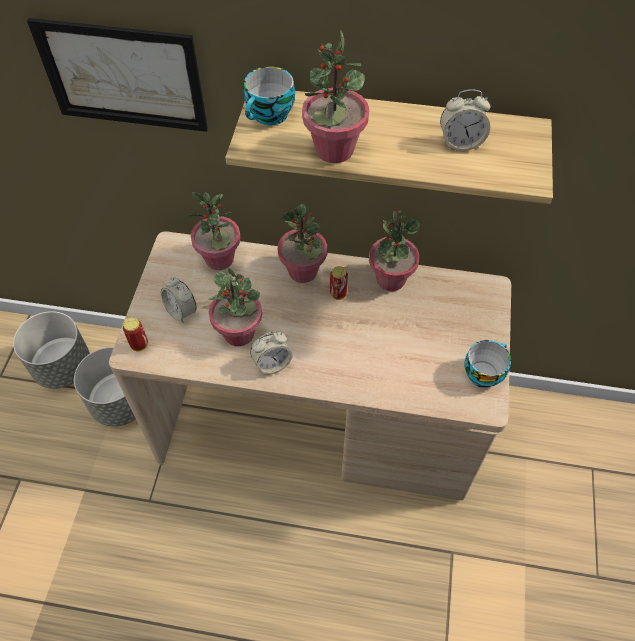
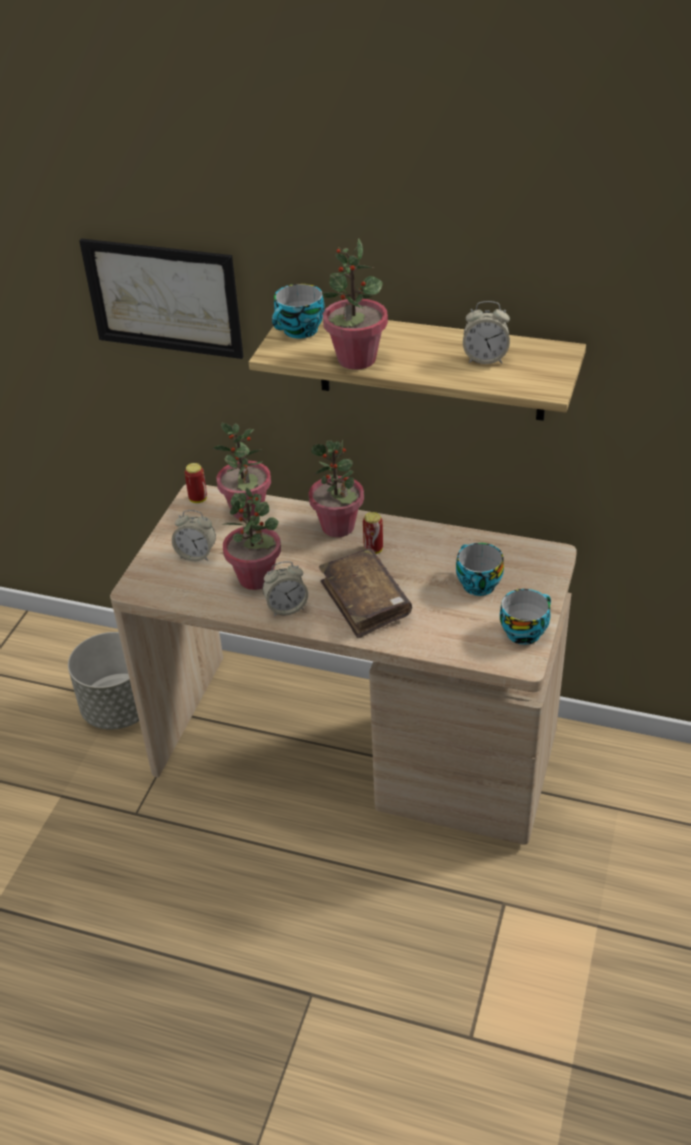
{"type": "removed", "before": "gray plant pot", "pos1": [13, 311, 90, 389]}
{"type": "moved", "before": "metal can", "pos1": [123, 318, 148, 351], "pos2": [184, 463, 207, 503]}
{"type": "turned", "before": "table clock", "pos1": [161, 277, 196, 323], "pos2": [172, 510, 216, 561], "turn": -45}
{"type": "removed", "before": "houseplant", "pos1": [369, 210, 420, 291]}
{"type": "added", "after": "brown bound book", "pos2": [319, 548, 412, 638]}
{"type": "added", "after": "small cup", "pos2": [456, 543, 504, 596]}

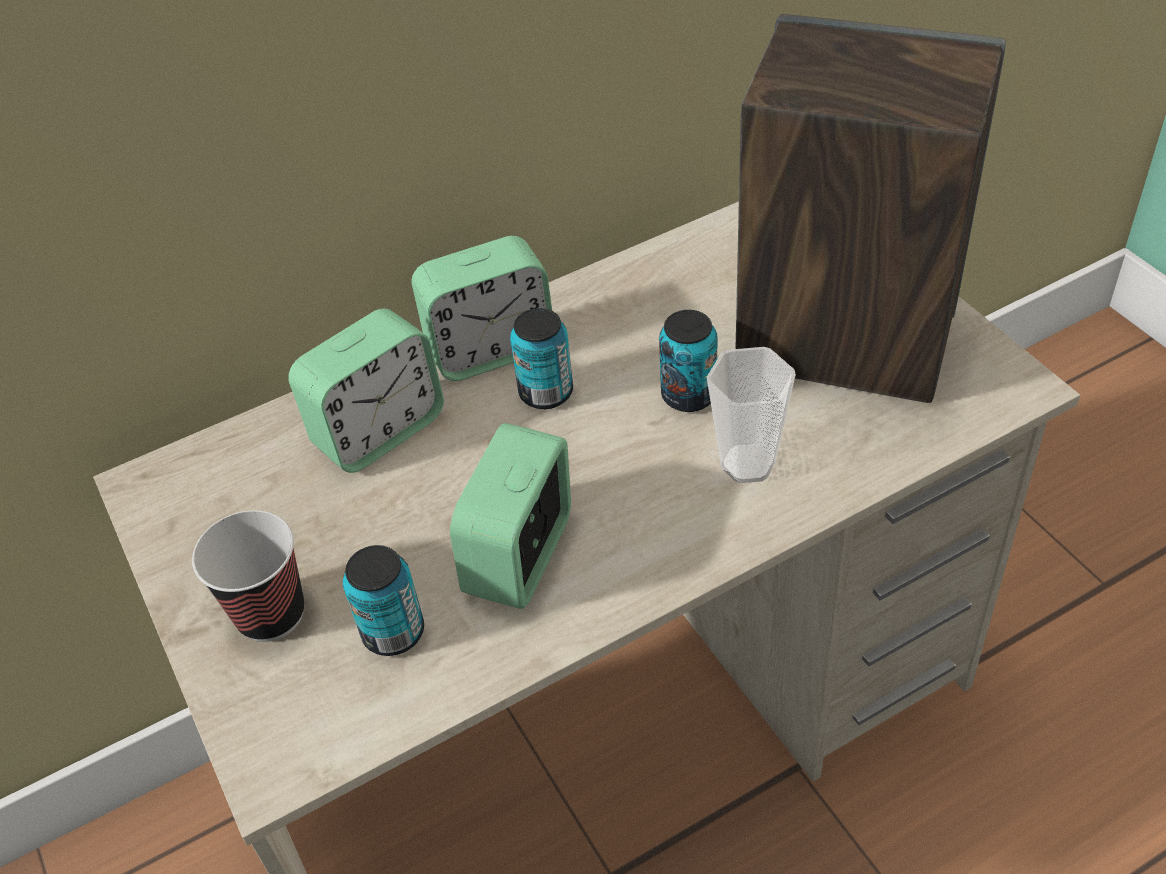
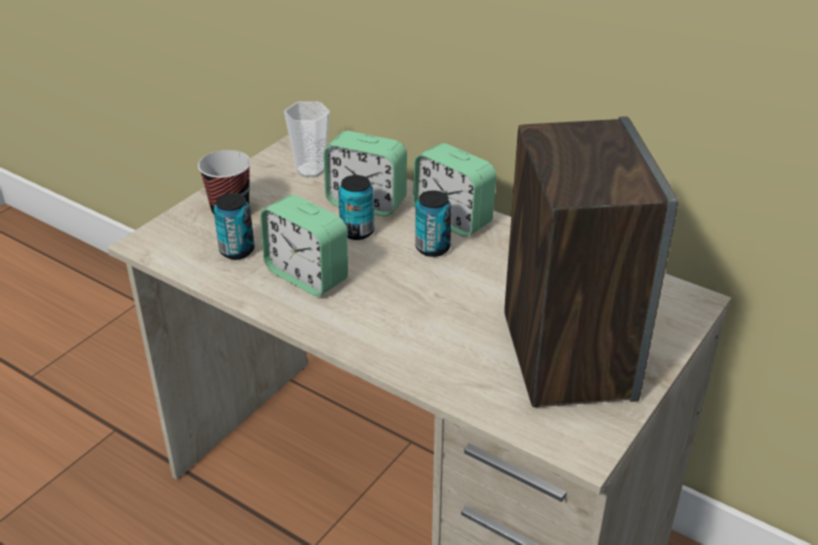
{"type": "turned", "before": "table clock", "pos1": [450, 423, 571, 609], "pos2": [260, 195, 348, 296], "turn": -135}
{"type": "moved", "before": "metal can", "pos1": [659, 310, 717, 412], "pos2": [338, 175, 374, 240]}
{"type": "moved", "before": "small cup", "pos1": [707, 347, 796, 483], "pos2": [284, 101, 330, 177]}

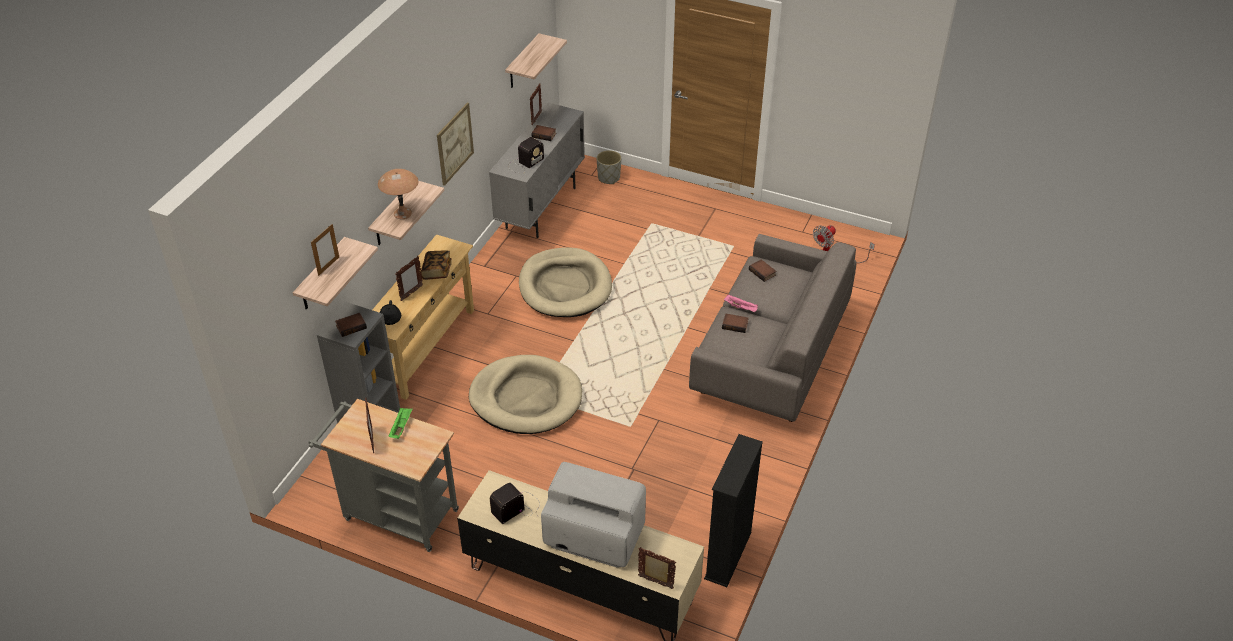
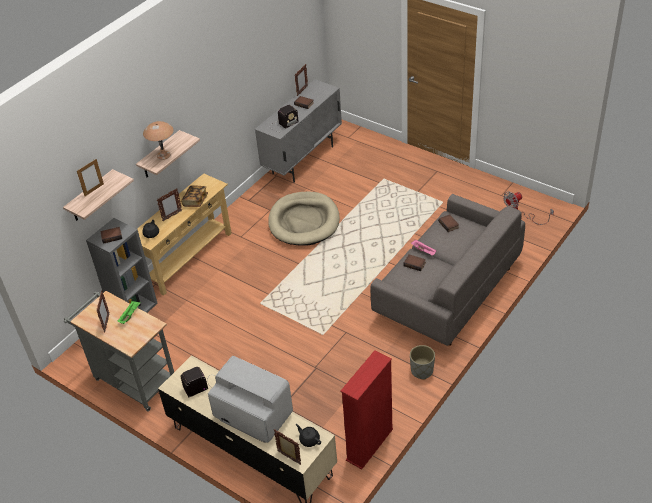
{"type": "removed", "before": "picture", "pos1": [437, 102, 474, 186]}
{"type": "removed", "before": "beige pet bed", "pos1": [469, 355, 582, 434]}
{"type": "removed", "before": "shelf", "pos1": [505, 33, 567, 88]}
{"type": "moved", "before": "gray plant pot", "pos1": [596, 150, 621, 184], "pos2": [410, 345, 435, 379]}
{"type": "recoloured", "before": "black-coloured bookcase", "after": "red-coloured bookcase", "pos1": [704, 434, 763, 587], "pos2": [340, 350, 393, 469]}
{"type": "added", "after": "black-coloured tea pot", "pos2": [296, 424, 321, 447]}

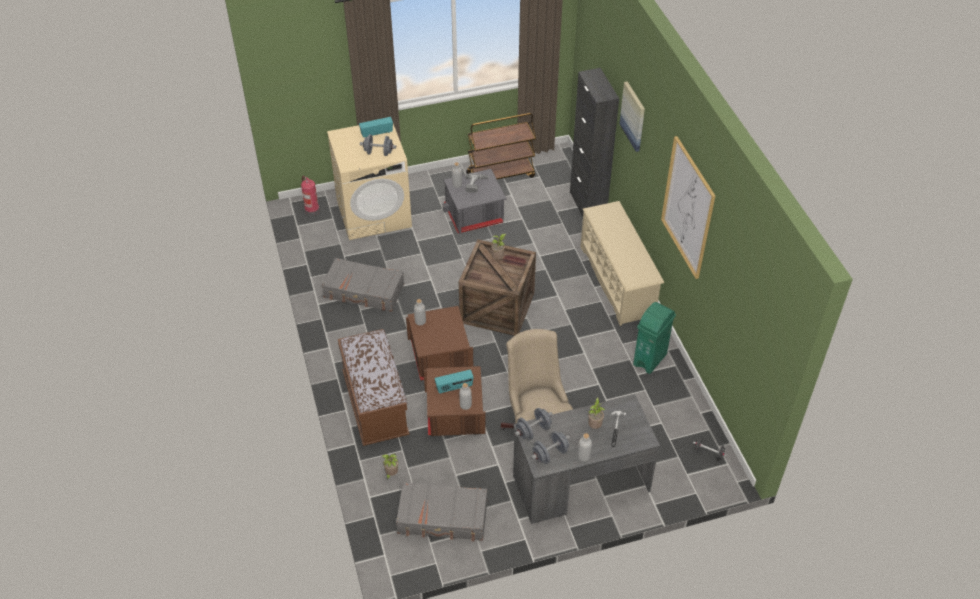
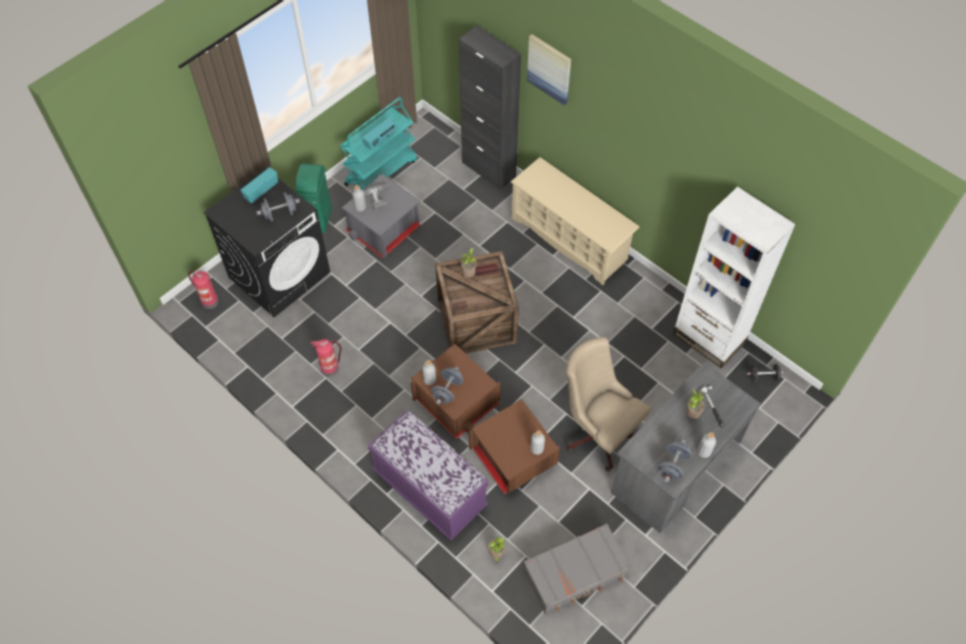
{"type": "replaced", "before": "gray suitcase", "after": "fire extinguisher", "pos1": [321, 258, 404, 312], "pos2": [311, 339, 342, 377]}
{"type": "recoloured", "before": "beige laundry machine", "after": "black-coloured laundry machine", "pos1": [327, 124, 412, 240], "pos2": [204, 168, 330, 317]}
{"type": "recoloured", "before": "brown indoor bench", "after": "purplish indoor bench", "pos1": [338, 329, 410, 446], "pos2": [368, 410, 488, 541]}
{"type": "moved", "before": "radio set", "pos1": [435, 369, 474, 393], "pos2": [362, 118, 395, 150]}
{"type": "recoloured", "before": "brown wheeled cart", "after": "turquoise-coloured wheeled cart", "pos1": [466, 113, 536, 179], "pos2": [340, 97, 417, 190]}
{"type": "moved", "before": "gray free weight", "pos1": [515, 408, 553, 440], "pos2": [431, 367, 464, 405]}
{"type": "moved", "before": "greenish trash can", "pos1": [633, 302, 676, 374], "pos2": [296, 163, 332, 233]}
{"type": "removed", "before": "picture", "pos1": [661, 136, 715, 279]}
{"type": "added", "after": "whitish bookcase", "pos2": [673, 186, 796, 369]}

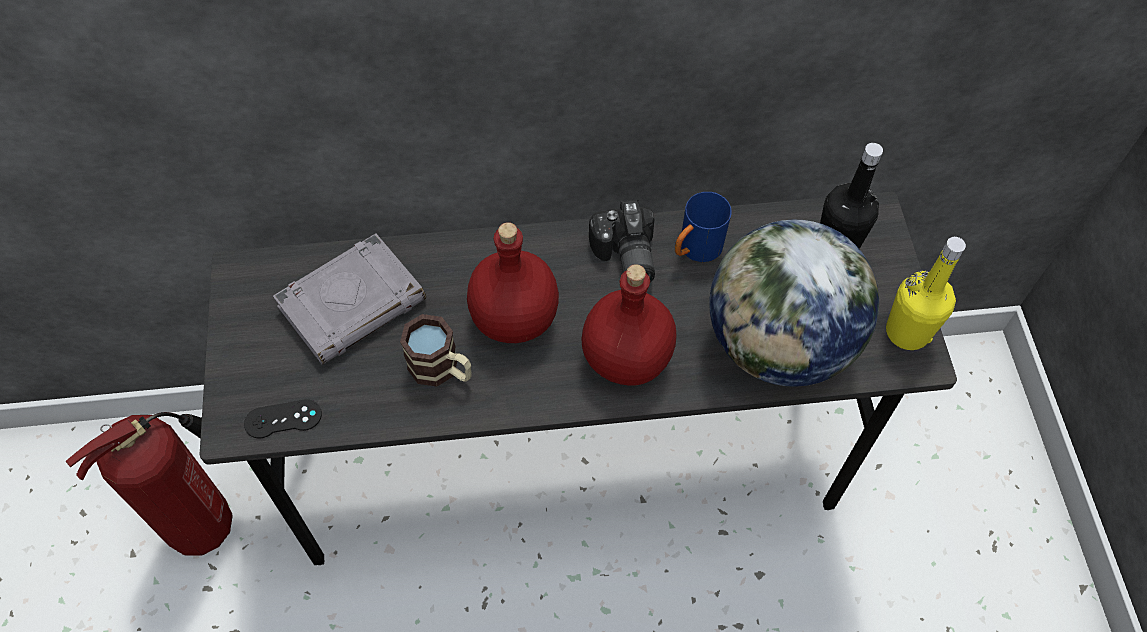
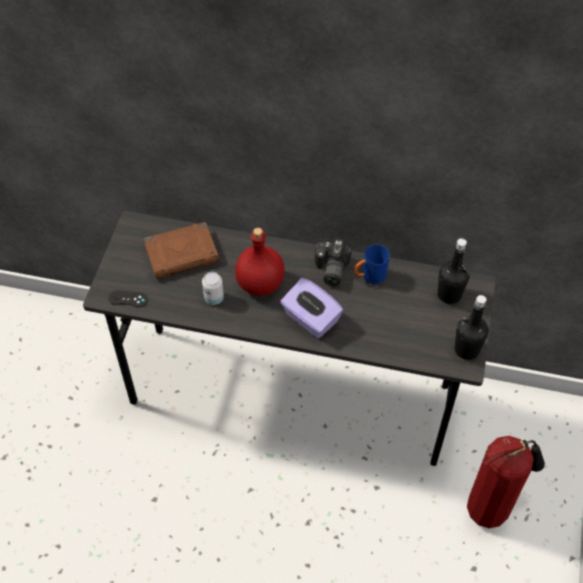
{"type": "moved", "before": "fire extinguisher", "pos1": [65, 412, 233, 555], "pos2": [467, 436, 545, 528]}
{"type": "recoloured", "before": "gray bound book", "after": "brown bound book", "pos1": [273, 233, 426, 365], "pos2": [144, 222, 219, 279]}
{"type": "replaced", "before": "mug", "after": "metal can", "pos1": [400, 314, 472, 387], "pos2": [202, 272, 224, 305]}
{"type": "replaced", "before": "red-coloured drink bottle", "after": "purplish tissue box", "pos1": [581, 264, 676, 386], "pos2": [280, 278, 343, 338]}
{"type": "removed", "before": "desk globe", "pos1": [709, 219, 879, 387]}
{"type": "recoloured", "before": "yellowish drink bottle", "after": "black-coloured drink bottle", "pos1": [886, 237, 966, 350], "pos2": [455, 295, 489, 360]}

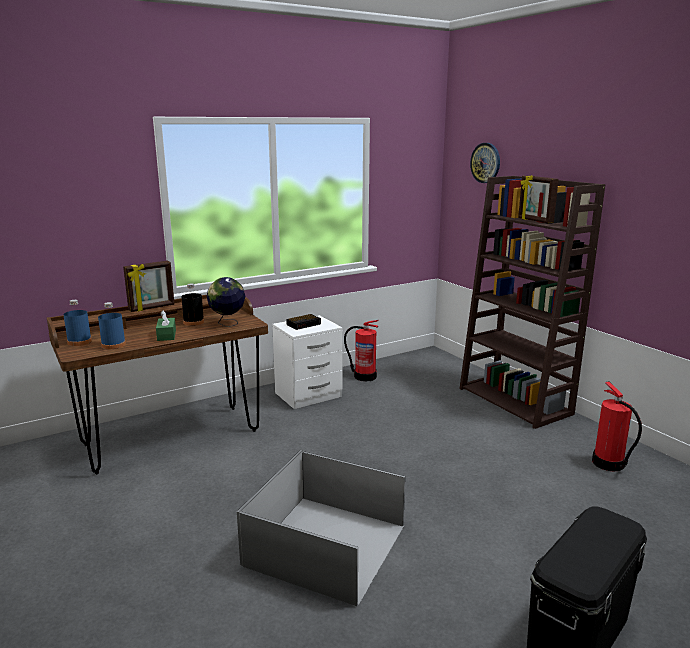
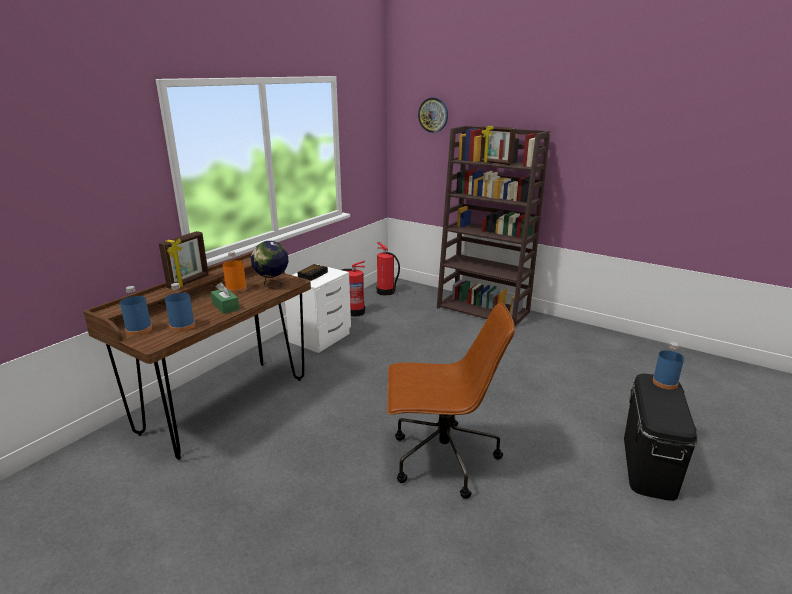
{"type": "recoloured", "before": "black-coloured drink bottle", "after": "orange-coloured drink bottle", "pos1": [181, 284, 204, 326], "pos2": [223, 251, 247, 294]}
{"type": "replaced", "before": "gray storage box", "after": "brown desk chair", "pos1": [237, 450, 405, 606], "pos2": [387, 302, 515, 499]}
{"type": "moved", "before": "fire extinguisher", "pos1": [592, 381, 642, 472], "pos2": [377, 242, 400, 296]}
{"type": "added", "after": "blue drink bottle", "pos2": [652, 342, 684, 390]}

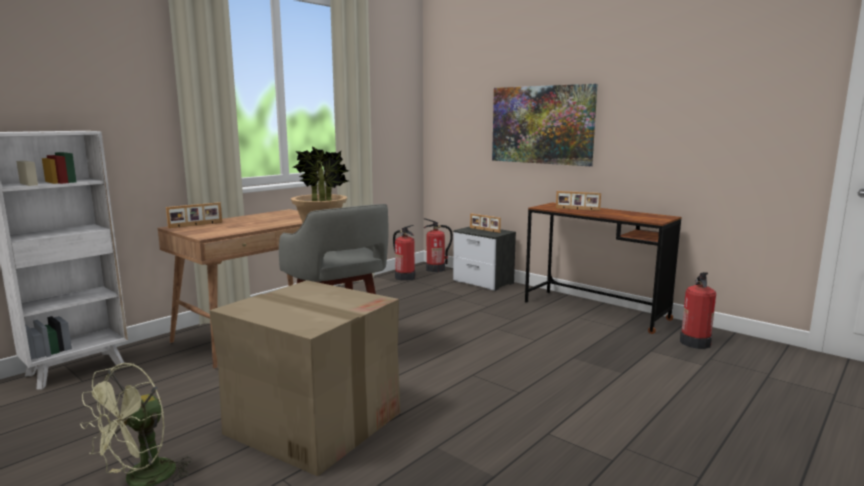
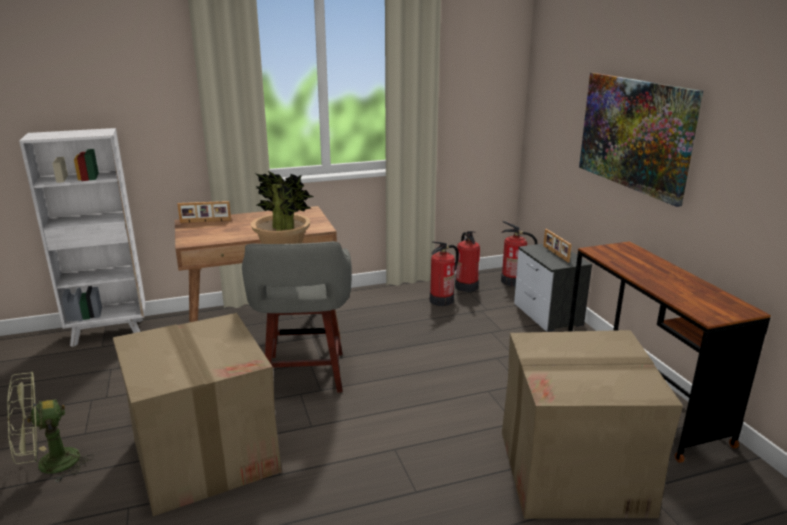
{"type": "removed", "before": "picture frame", "pos1": [556, 191, 601, 211]}
{"type": "moved", "before": "fire extinguisher", "pos1": [680, 272, 716, 349], "pos2": [430, 241, 459, 306]}
{"type": "added", "after": "carton", "pos2": [502, 330, 683, 519]}

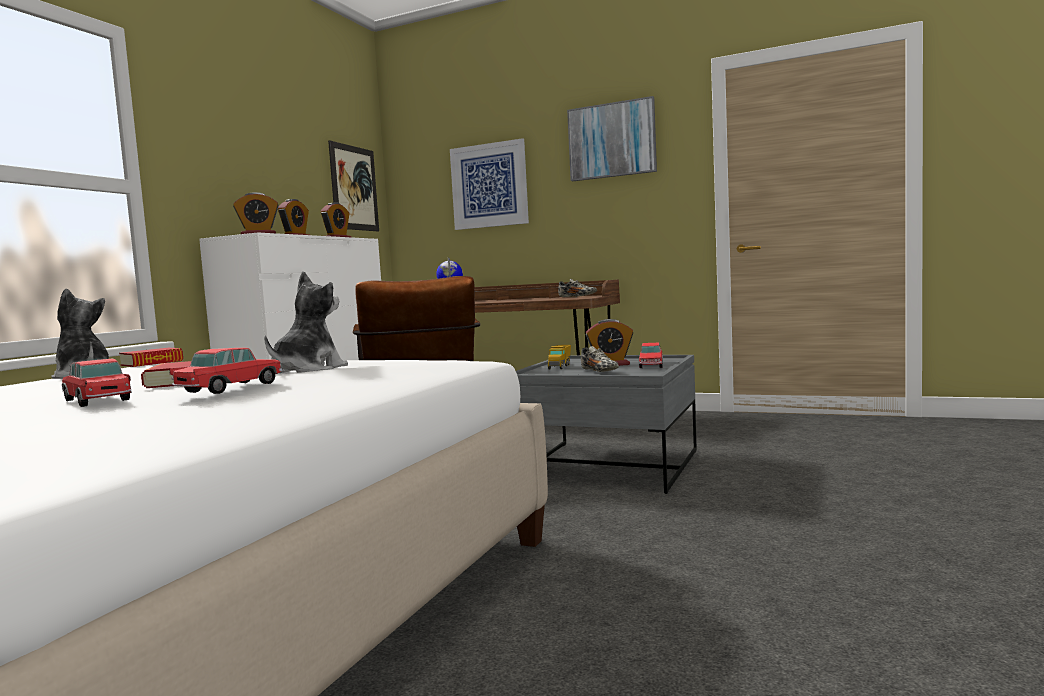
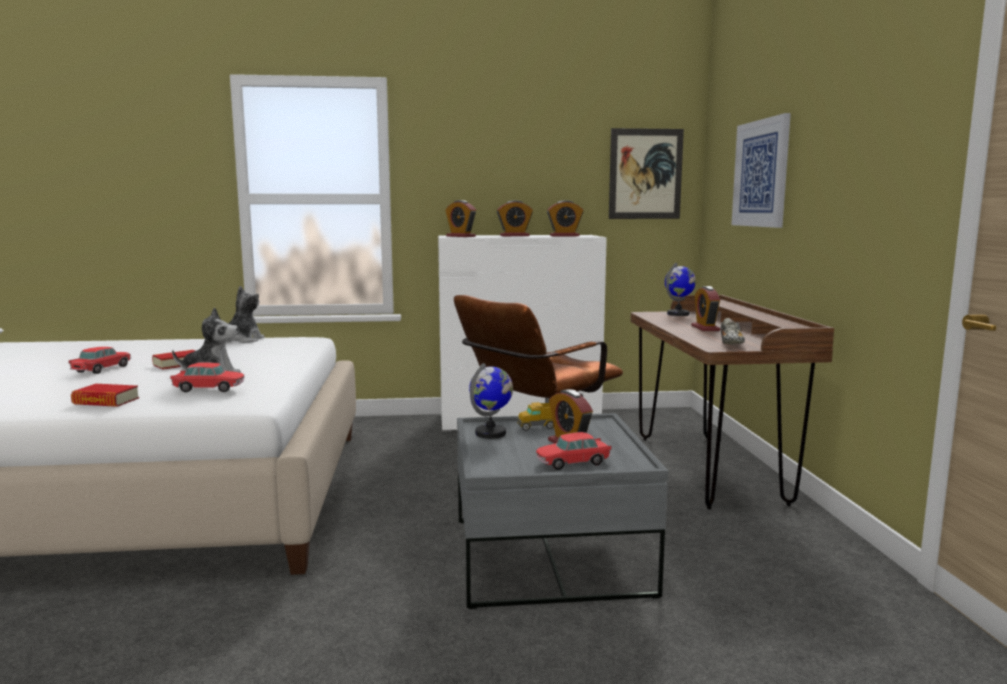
{"type": "moved", "before": "bound book", "pos1": [119, 348, 183, 367], "pos2": [71, 384, 139, 407]}
{"type": "moved", "before": "toy car", "pos1": [169, 348, 282, 394], "pos2": [170, 362, 244, 392]}
{"type": "removed", "before": "picture", "pos1": [567, 96, 657, 181]}
{"type": "removed", "before": "low shoe", "pos1": [581, 346, 619, 372]}
{"type": "added", "after": "desk globe", "pos2": [469, 363, 513, 439]}
{"type": "added", "after": "table clock", "pos2": [691, 286, 720, 331]}

